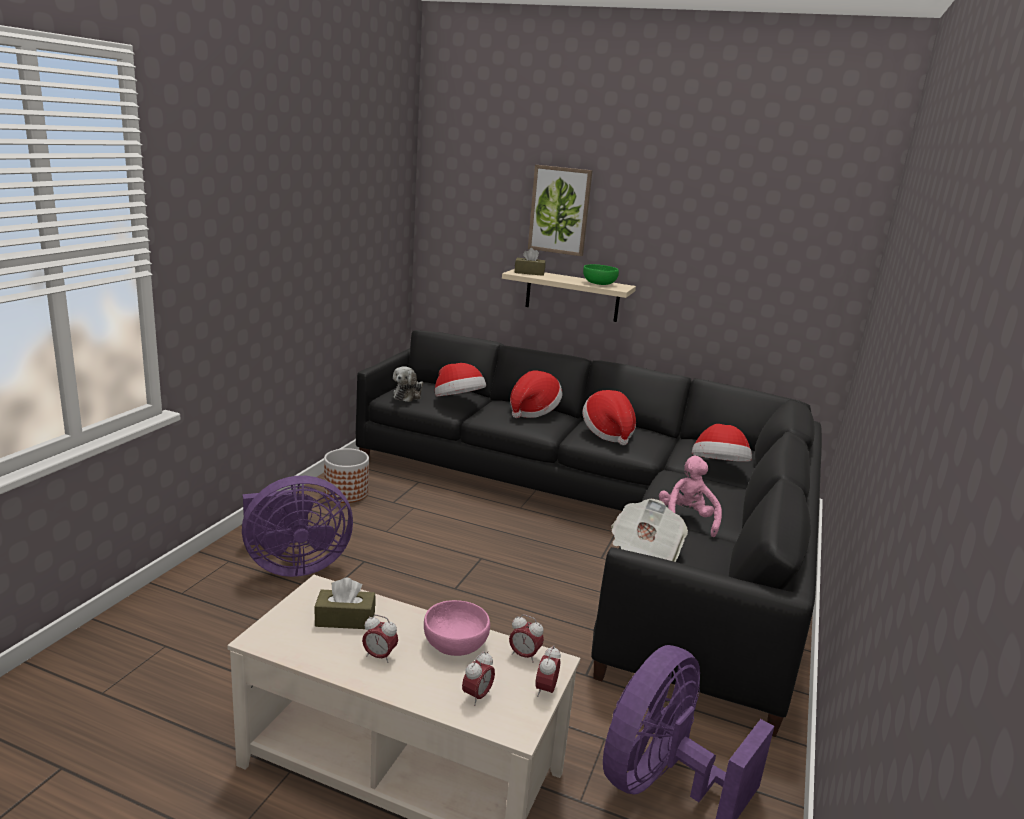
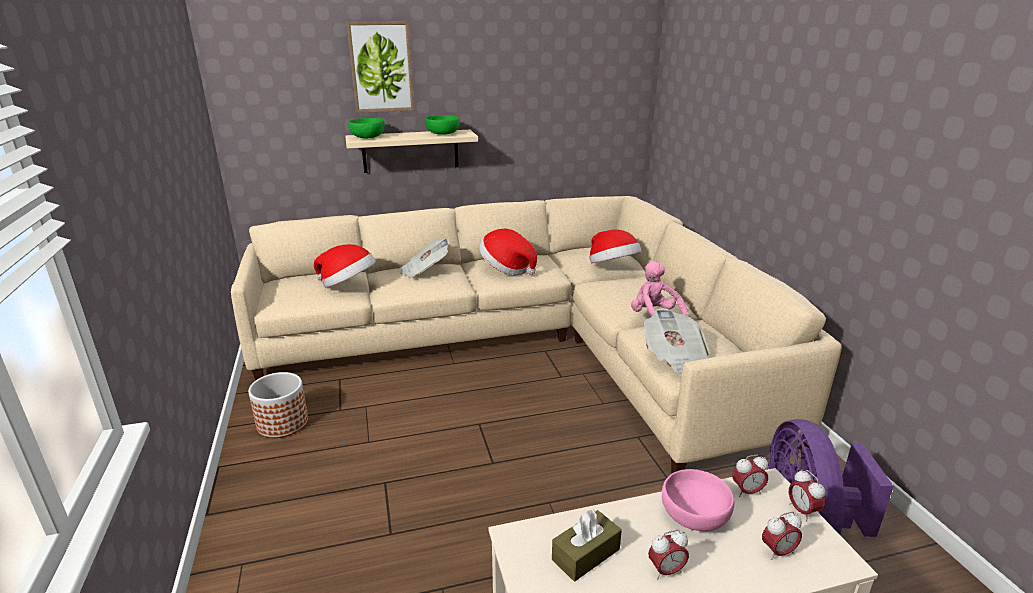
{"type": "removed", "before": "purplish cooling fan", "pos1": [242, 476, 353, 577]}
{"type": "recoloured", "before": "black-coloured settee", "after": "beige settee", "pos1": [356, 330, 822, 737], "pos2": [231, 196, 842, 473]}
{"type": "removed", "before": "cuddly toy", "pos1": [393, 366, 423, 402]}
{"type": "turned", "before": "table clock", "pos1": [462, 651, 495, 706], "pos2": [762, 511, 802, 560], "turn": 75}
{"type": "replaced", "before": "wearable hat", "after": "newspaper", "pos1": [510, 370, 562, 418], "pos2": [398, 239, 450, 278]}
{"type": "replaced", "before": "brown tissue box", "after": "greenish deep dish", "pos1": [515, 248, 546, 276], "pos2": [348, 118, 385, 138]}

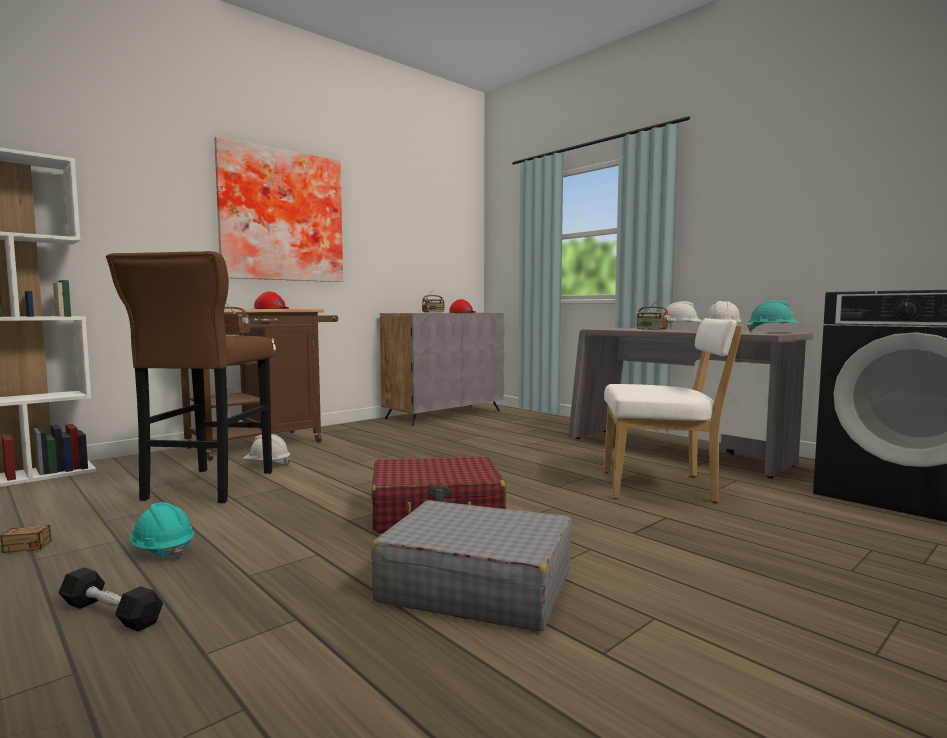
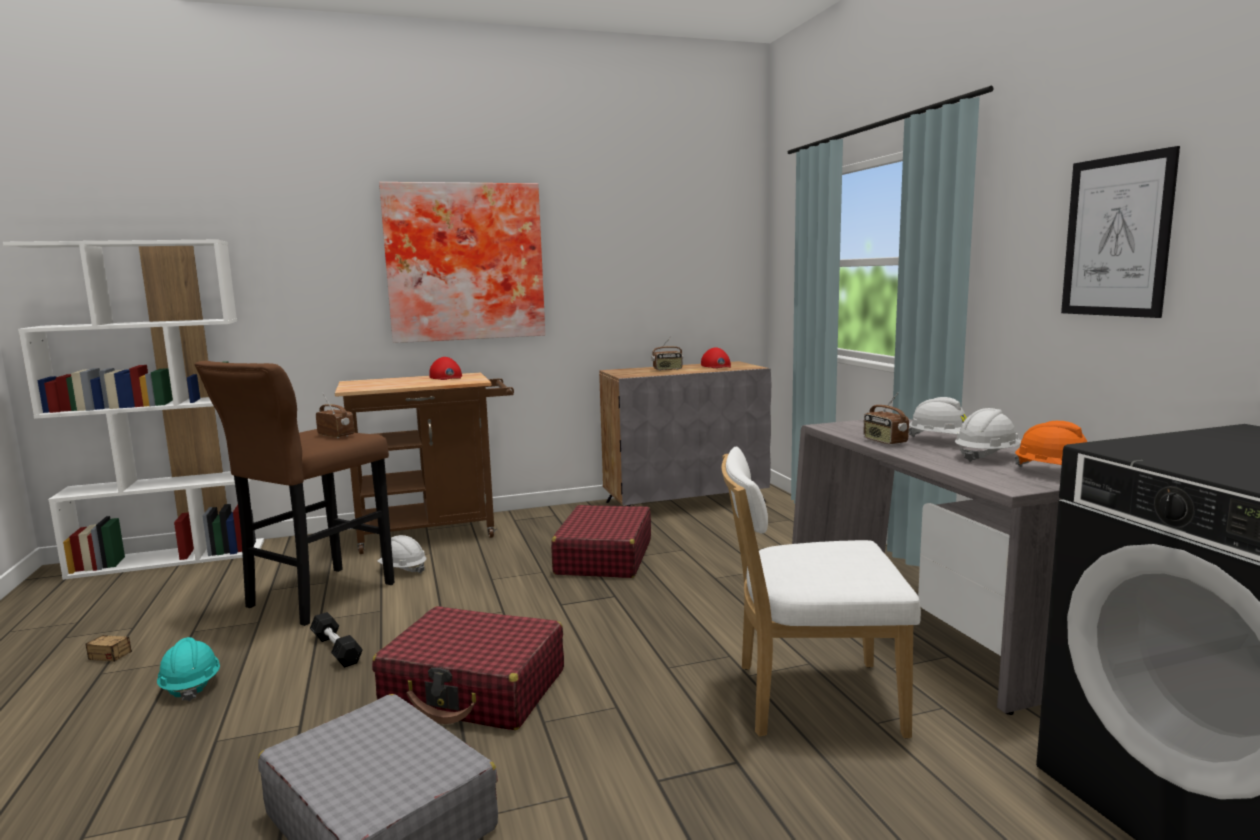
{"type": "moved", "before": "black-coloured free weight", "pos1": [58, 567, 163, 632], "pos2": [310, 612, 363, 668]}
{"type": "turned", "before": "whitish plain chair", "pos1": [604, 318, 743, 502], "pos2": [722, 446, 921, 739], "turn": 150}
{"type": "recoloured", "before": "turquoise-coloured hard hat", "after": "orange-coloured hard hat", "pos1": [747, 300, 801, 332], "pos2": [1014, 421, 1087, 467]}
{"type": "added", "after": "red-coloured suitcase", "pos2": [551, 505, 651, 578]}
{"type": "added", "after": "picture", "pos2": [1061, 146, 1180, 318]}

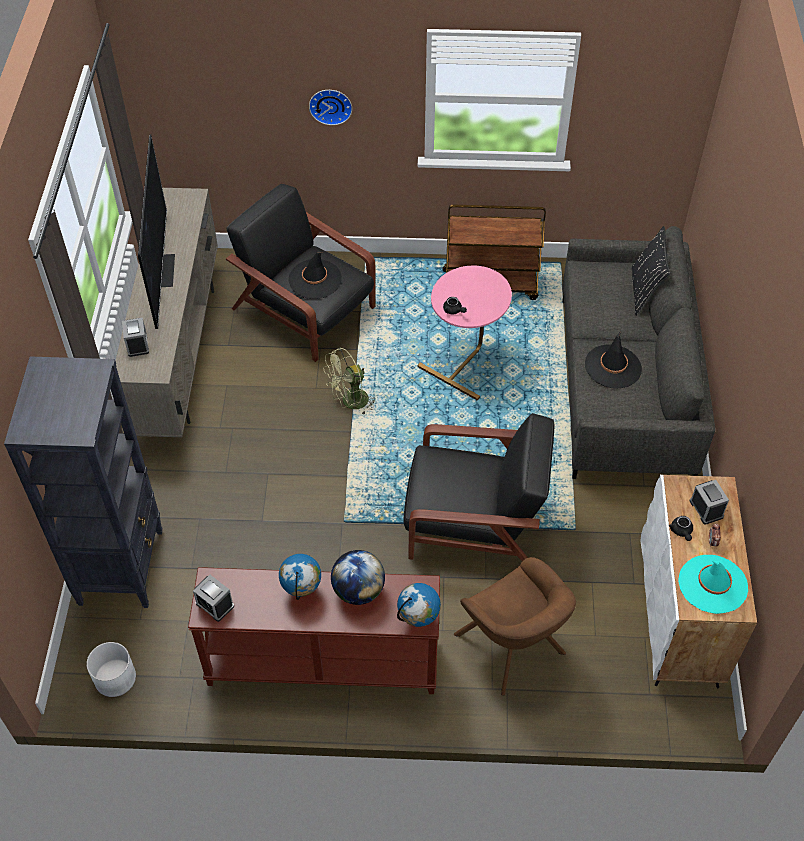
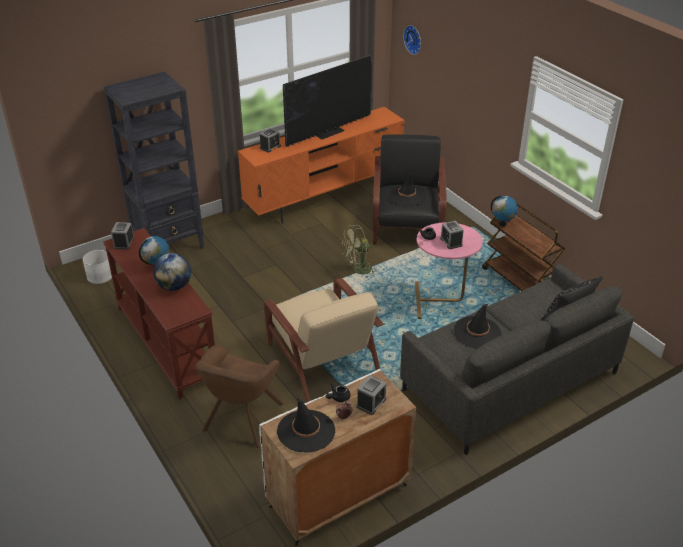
{"type": "recoloured", "before": "beige tv stand", "after": "orange-coloured tv stand", "pos1": [115, 188, 218, 437], "pos2": [238, 107, 405, 224]}
{"type": "moved", "before": "hanging clock", "pos1": [309, 90, 352, 125], "pos2": [403, 25, 421, 55]}
{"type": "turned", "before": "greenish cooling fan", "pos1": [323, 347, 376, 415], "pos2": [342, 225, 377, 278], "turn": -45}
{"type": "moved", "before": "desk globe", "pos1": [397, 583, 441, 627], "pos2": [491, 195, 518, 227]}
{"type": "recoloured", "before": "black-coloured easy chair", "after": "beige easy chair", "pos1": [403, 413, 554, 561], "pos2": [263, 278, 384, 403]}
{"type": "recoloured", "before": "turquoise-coloured wearable hat", "after": "black-coloured wearable hat", "pos1": [678, 555, 748, 614], "pos2": [277, 396, 335, 453]}
{"type": "added", "after": "table clock", "pos2": [440, 221, 464, 249]}

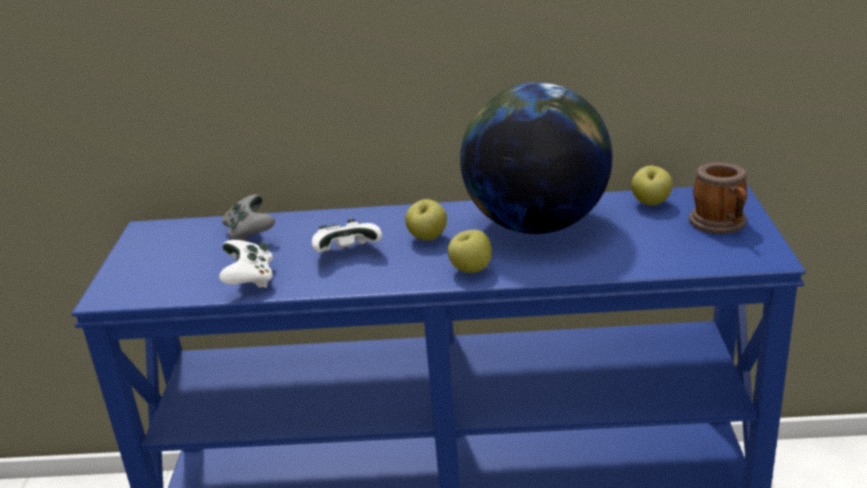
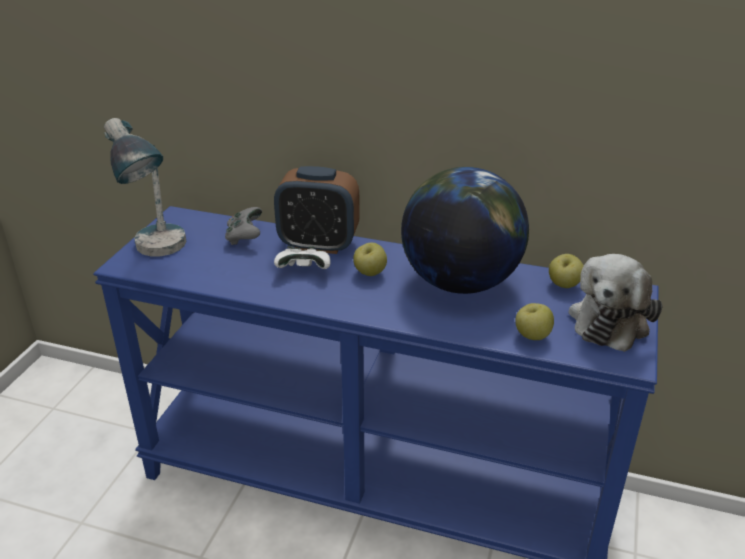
{"type": "removed", "before": "whitish game controller", "pos1": [219, 240, 273, 288]}
{"type": "moved", "before": "whole apple", "pos1": [448, 230, 492, 273], "pos2": [515, 303, 554, 340]}
{"type": "replaced", "before": "mug", "after": "cuddly toy", "pos1": [689, 162, 747, 234], "pos2": [568, 254, 663, 352]}
{"type": "added", "after": "tabletop lamp", "pos2": [104, 118, 186, 256]}
{"type": "added", "after": "table clock", "pos2": [274, 166, 360, 254]}

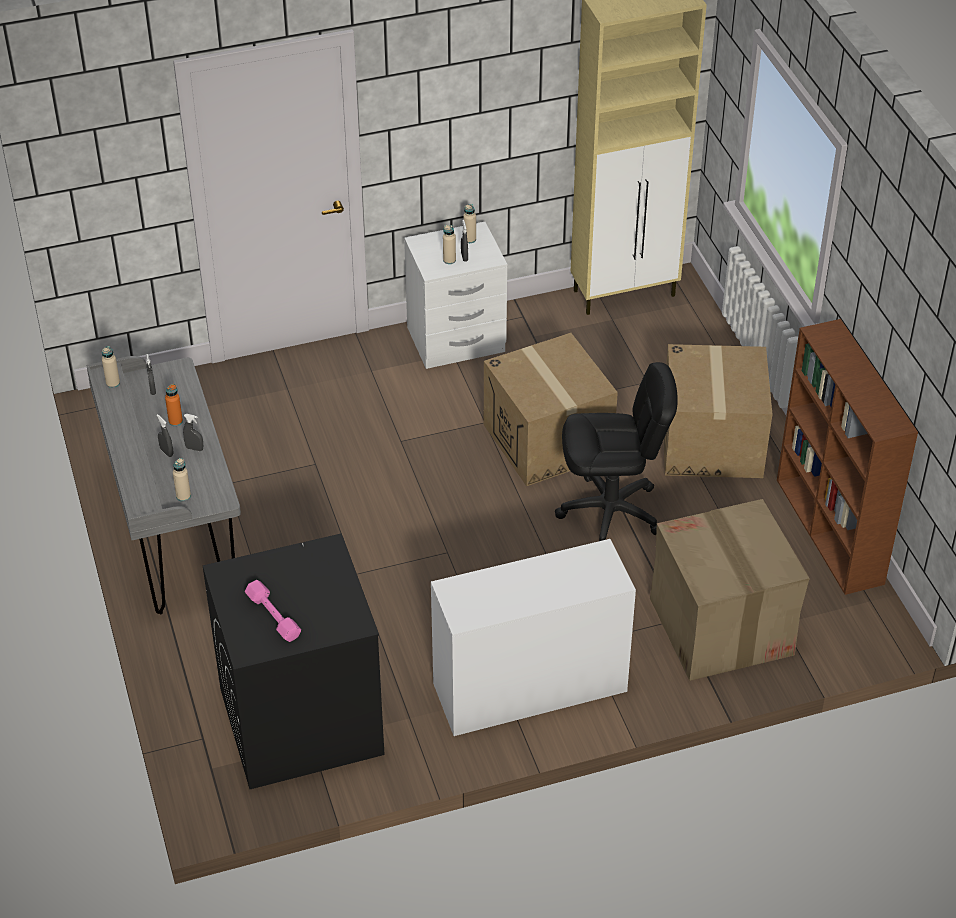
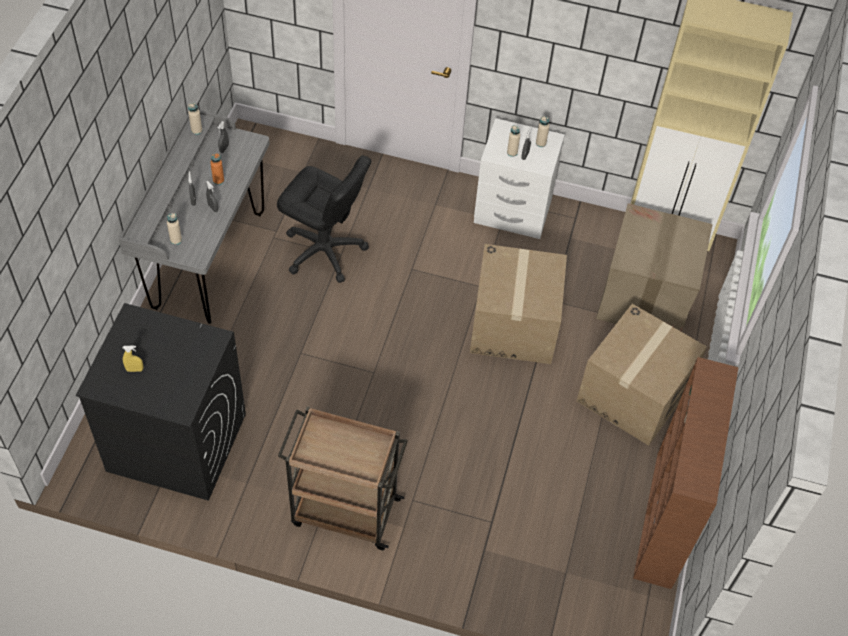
{"type": "replaced", "before": "pinkish free weight", "after": "yellowish sprayer", "pos1": [245, 580, 301, 642], "pos2": [123, 346, 143, 372]}
{"type": "replaced", "before": "whitish desk", "after": "brown wheeled cart", "pos1": [431, 539, 636, 736], "pos2": [278, 406, 408, 550]}
{"type": "moved", "before": "black-coloured desk chair", "pos1": [555, 362, 678, 541], "pos2": [277, 155, 371, 283]}
{"type": "moved", "before": "carton", "pos1": [650, 499, 810, 681], "pos2": [596, 203, 713, 332]}

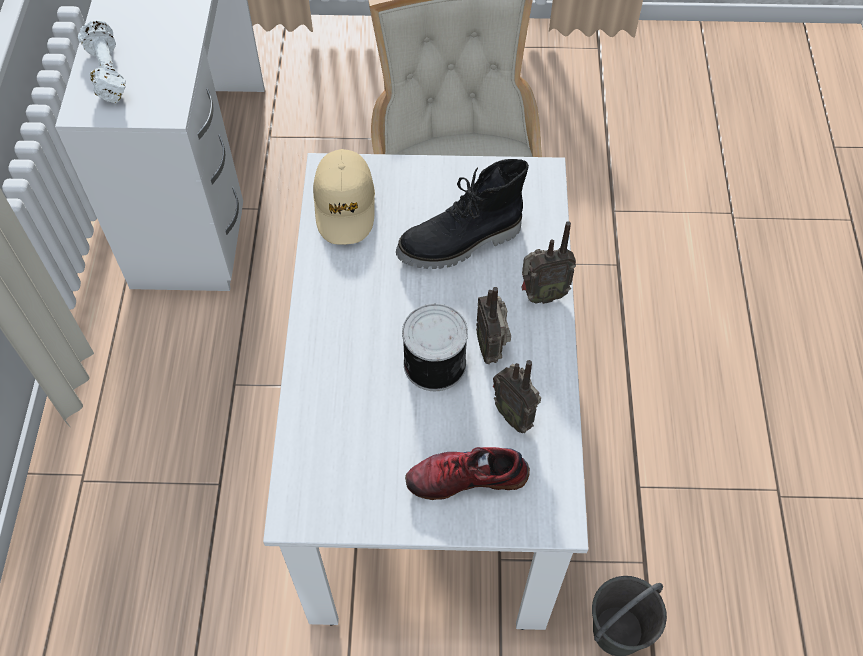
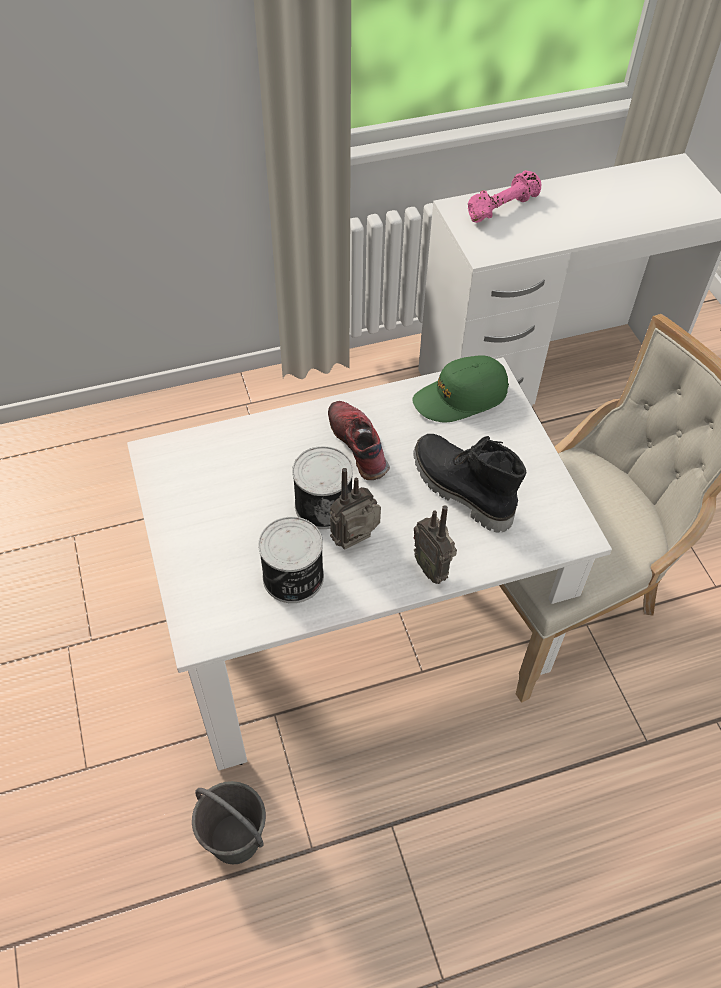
{"type": "recoloured", "before": "whitish free weight", "after": "pinkish free weight", "pos1": [78, 20, 126, 103], "pos2": [468, 170, 541, 223]}
{"type": "recoloured", "before": "beige peaked cap", "after": "greenish peaked cap", "pos1": [313, 149, 375, 245], "pos2": [412, 355, 509, 422]}
{"type": "moved", "before": "low shoe", "pos1": [405, 447, 530, 500], "pos2": [328, 401, 390, 480]}
{"type": "replaced", "before": "radio set", "after": "metal can", "pos1": [493, 360, 541, 433], "pos2": [258, 517, 324, 603]}

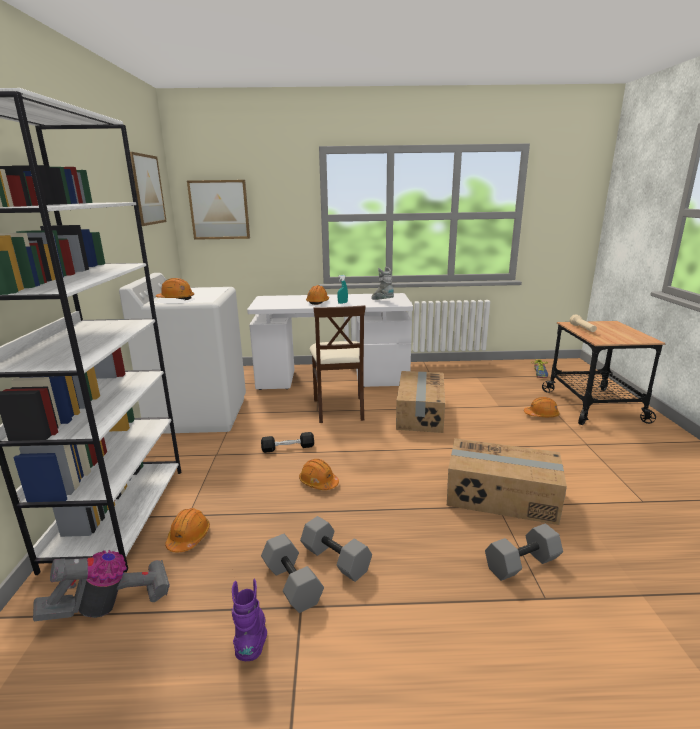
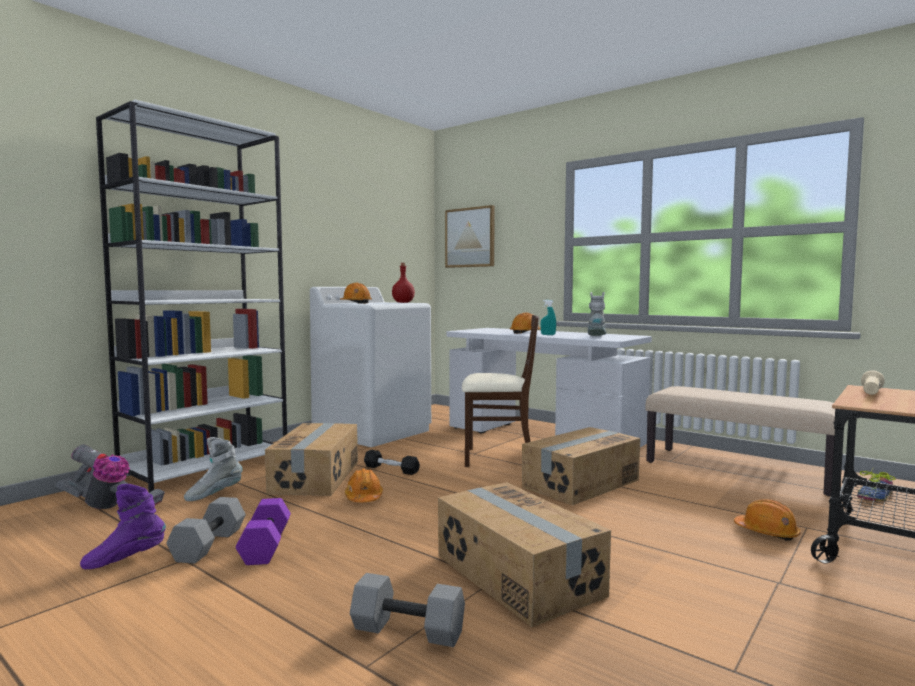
{"type": "removed", "before": "picture", "pos1": [130, 152, 167, 226]}
{"type": "replaced", "before": "orange-coloured hard hat", "after": "gray high-top boot", "pos1": [165, 508, 210, 553], "pos2": [184, 437, 242, 501]}
{"type": "turned", "before": "purplish high-top boot", "pos1": [231, 579, 267, 661], "pos2": [80, 484, 166, 569], "turn": -150}
{"type": "recoloured", "before": "gray free weight", "after": "purplish free weight", "pos1": [300, 516, 372, 582], "pos2": [236, 498, 291, 565]}
{"type": "turned", "before": "beige plain chair", "pos1": [310, 305, 366, 423], "pos2": [462, 315, 539, 467], "turn": -120}
{"type": "added", "after": "carton", "pos2": [265, 423, 358, 496]}
{"type": "added", "after": "red-coloured drink bottle", "pos2": [392, 263, 415, 303]}
{"type": "added", "after": "beige indoor bench", "pos2": [645, 386, 847, 496]}

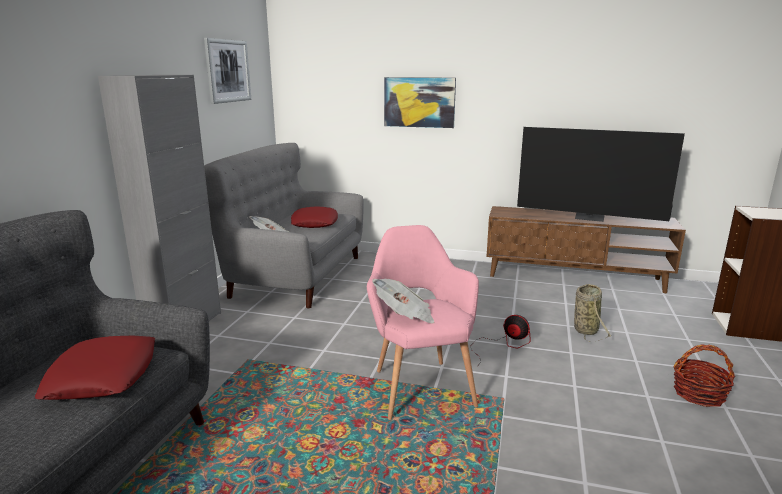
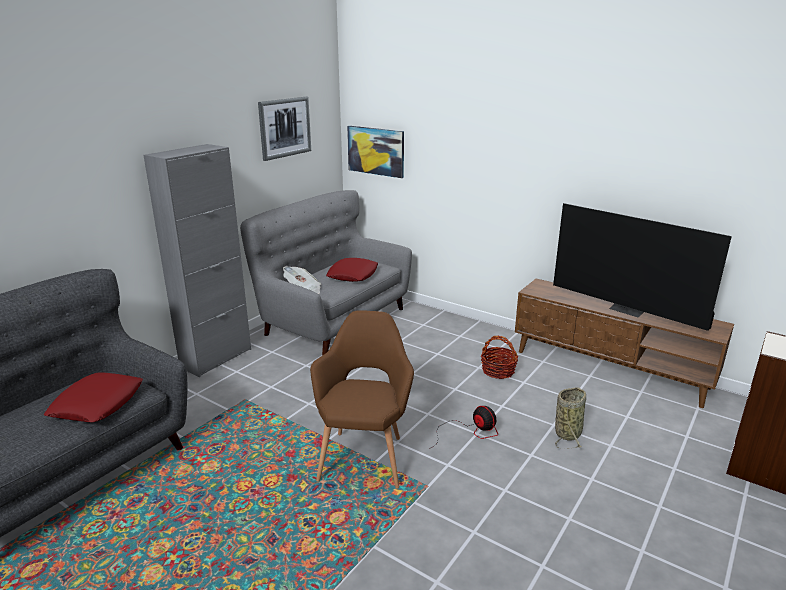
{"type": "recoloured", "before": "pinkish easy chair", "after": "brown easy chair", "pos1": [367, 225, 479, 420], "pos2": [310, 310, 414, 489]}
{"type": "removed", "before": "newspaper", "pos1": [372, 279, 434, 324]}
{"type": "moved", "before": "picture", "pos1": [384, 77, 456, 128], "pos2": [347, 126, 404, 178]}
{"type": "moved", "before": "storage basket", "pos1": [673, 345, 735, 407], "pos2": [481, 336, 518, 379]}

